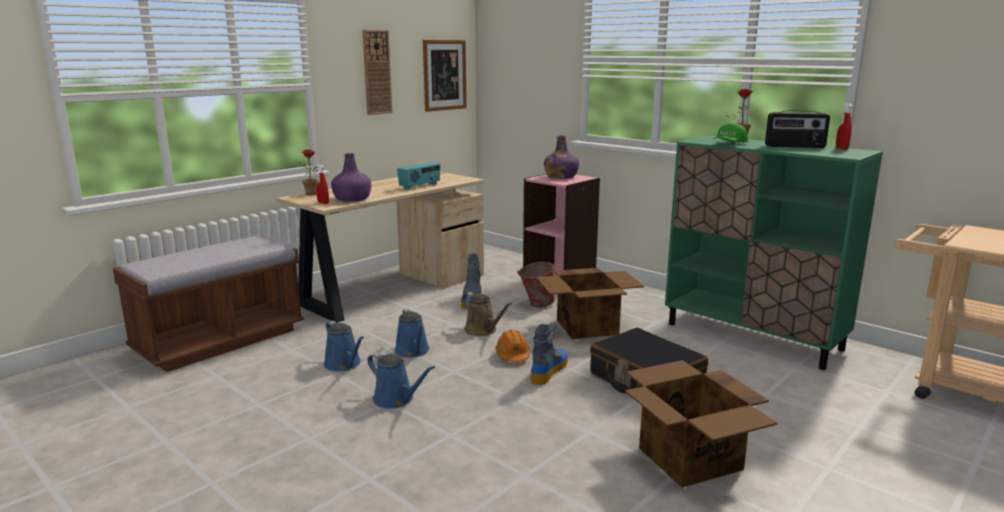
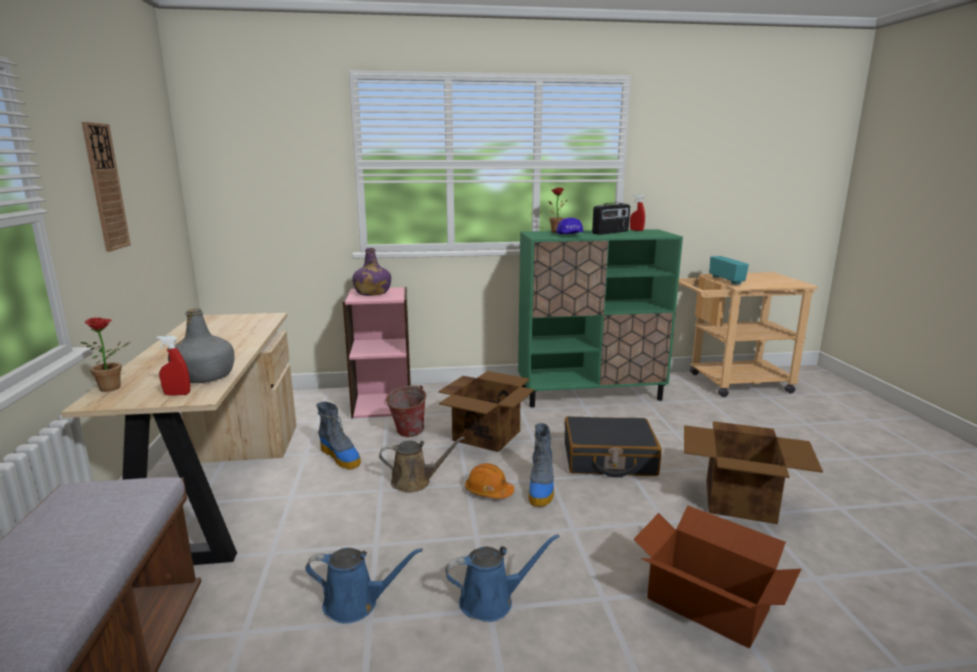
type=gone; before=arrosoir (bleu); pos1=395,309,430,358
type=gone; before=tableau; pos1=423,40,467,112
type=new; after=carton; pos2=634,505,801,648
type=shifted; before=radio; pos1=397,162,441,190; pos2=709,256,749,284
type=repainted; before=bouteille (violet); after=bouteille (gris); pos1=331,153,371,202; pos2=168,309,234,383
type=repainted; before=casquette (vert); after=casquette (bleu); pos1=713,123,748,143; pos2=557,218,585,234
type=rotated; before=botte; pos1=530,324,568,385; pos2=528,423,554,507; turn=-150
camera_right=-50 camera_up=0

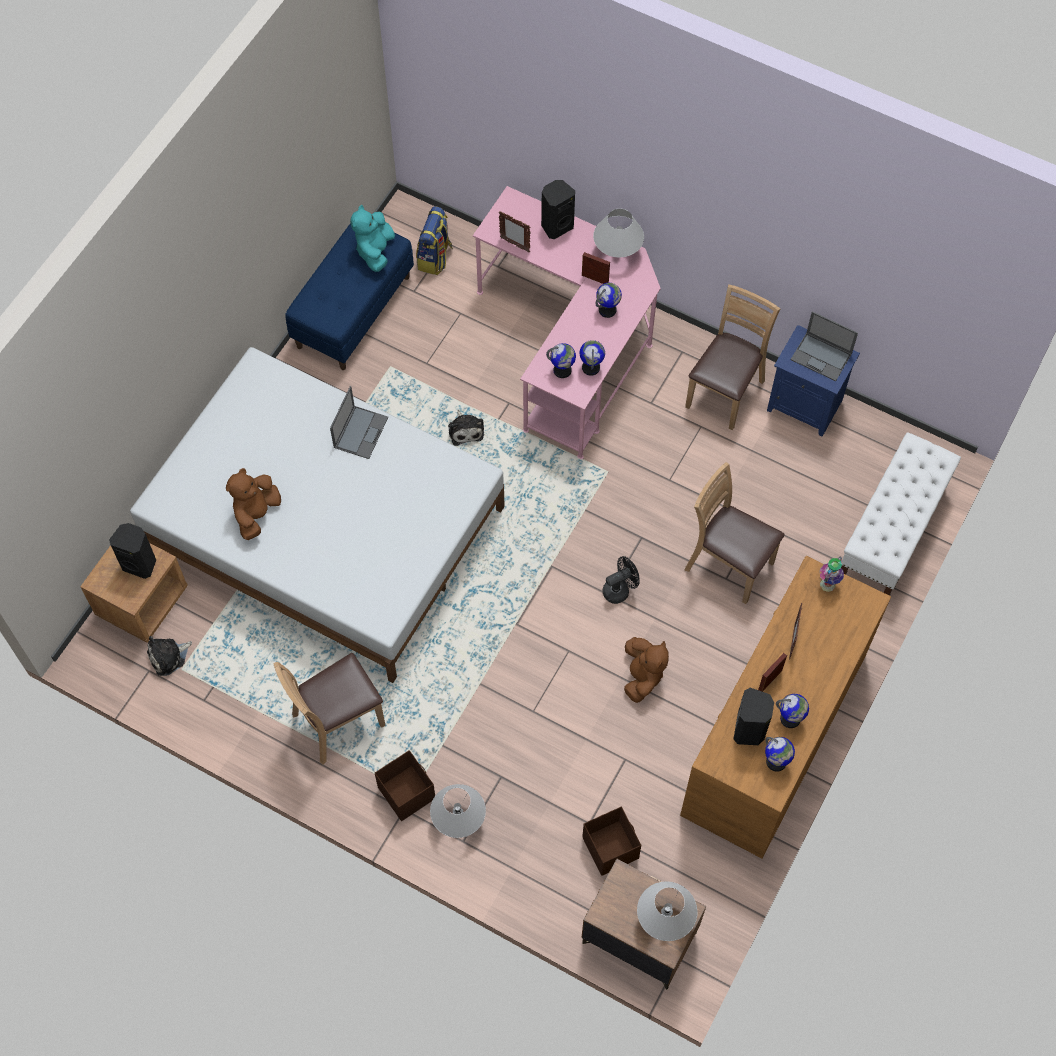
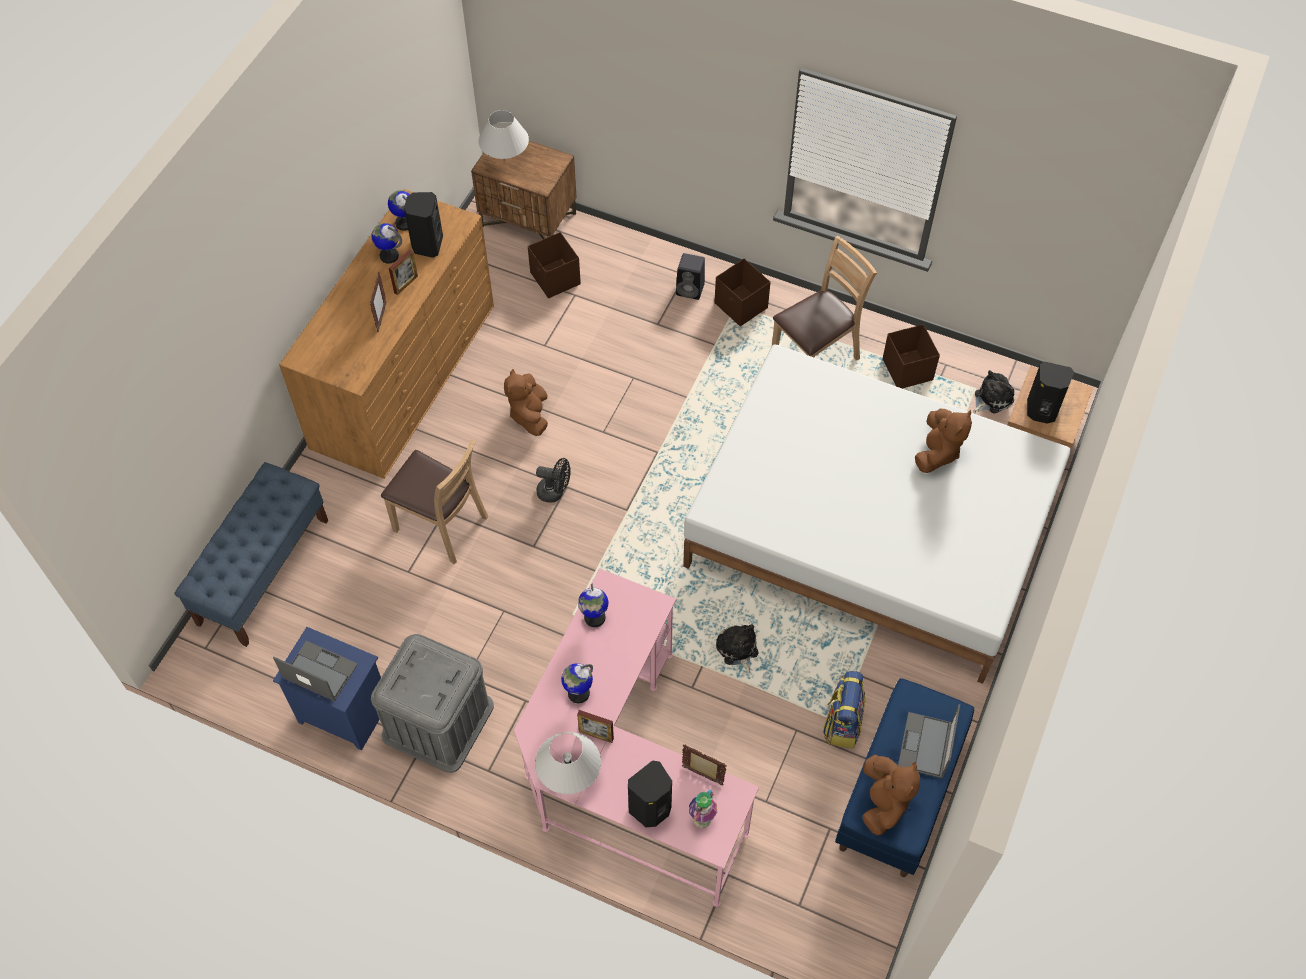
type=gone; before=globe; pos1=546,343,576,378
type=new; after=boîte de rangement (marron); pos2=883,324,940,389
type=shifted; before=ordinateur portable; pos1=330,386,388,459; pos2=898,704,960,778
type=shifted; before=sac à dos; pos1=416,206,453,275; pos2=823,671,865,748
type=shifted; before=vase; pos1=820,557,844,592; pos2=689,790,717,828
type=swapped; before=lampe de table (blanc); after=enceinte (noir); pos1=430,784,486,838; pos2=676,253,705,300
type=swapped; before=chaise (marron); after=boîte de rangement (gris); pos1=685,284,780,430; pos2=371,634,494,773
type=repainted; before=peluche (turquoise); after=peluche (marron); pos1=350,205,395,272; pos2=863,755,920,835
type=repainted; before=banc (blanc); after=banc (bleu); pos1=841,432,961,596; pos2=174,462,328,647
type=rotated; before=ventilateur (noir); pos1=603,556,640,604; pos2=536,458,571,503; turn=-135
camera_right=175 camera_up=-5

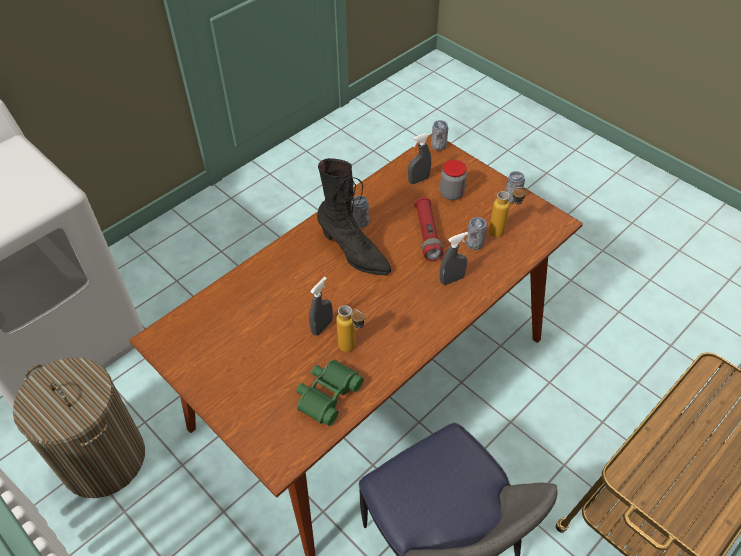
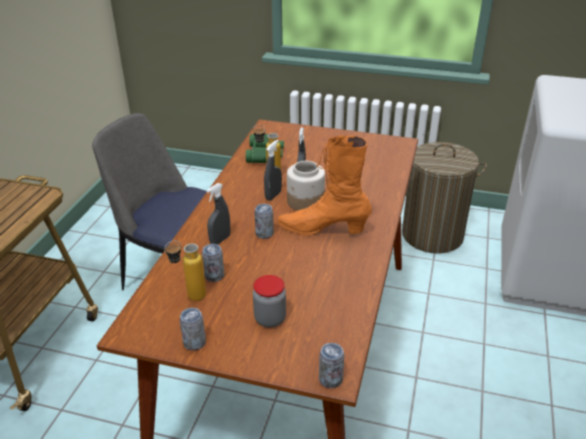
type=gone; before=lampe de poche (rouge); pos1=414,197,443,261
type=new; after=bocal; pos2=287,161,325,211
type=shifted; before=boîte métallique; pos1=351,196,369,228; pos2=255,204,274,239
type=shifted; before=vaporisateur (gris); pos1=408,133,431,184; pos2=264,140,282,201
type=repainted; before=botte (noir); after=botte (orange); pos1=317,158,391,276; pos2=277,135,372,235
camera_right=150 camera_up=-15

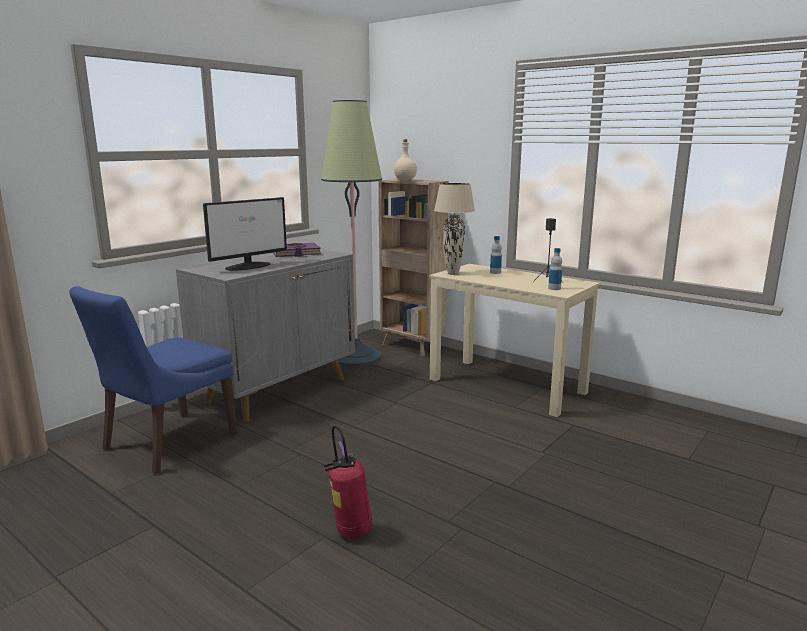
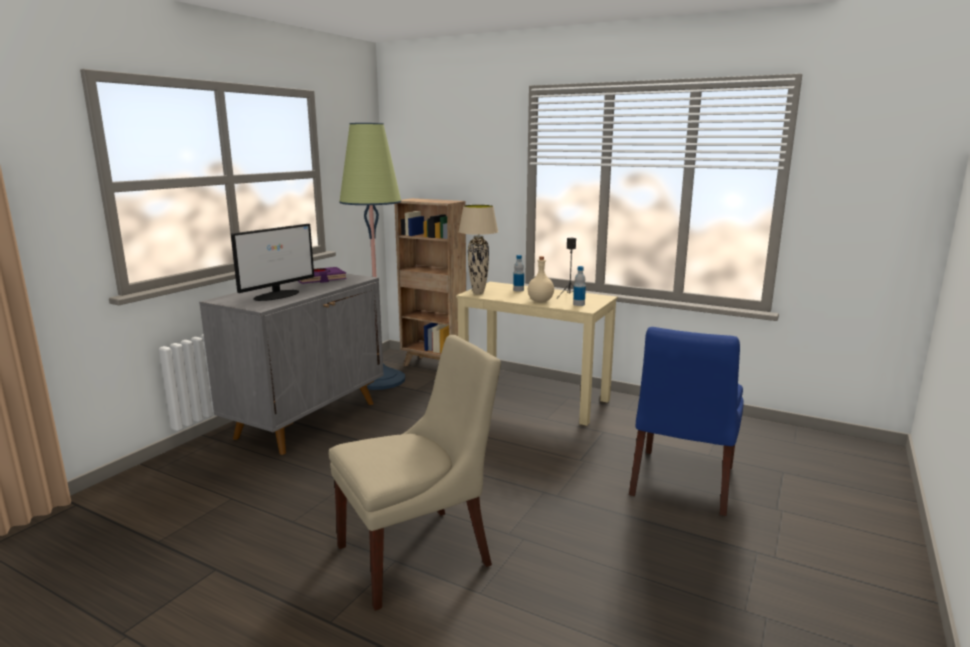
type=shifted; before=chaise (bleu); pos1=69,286,238,474; pos2=629,327,743,516
type=shifted; before=bouteille (beige); pos1=394,139,417,180; pos2=528,256,554,302
type=swapped; before=extincteur; after=chaise (beige); pos1=323,425,373,539; pos2=329,335,501,611
camera_right=-10 camera_up=0

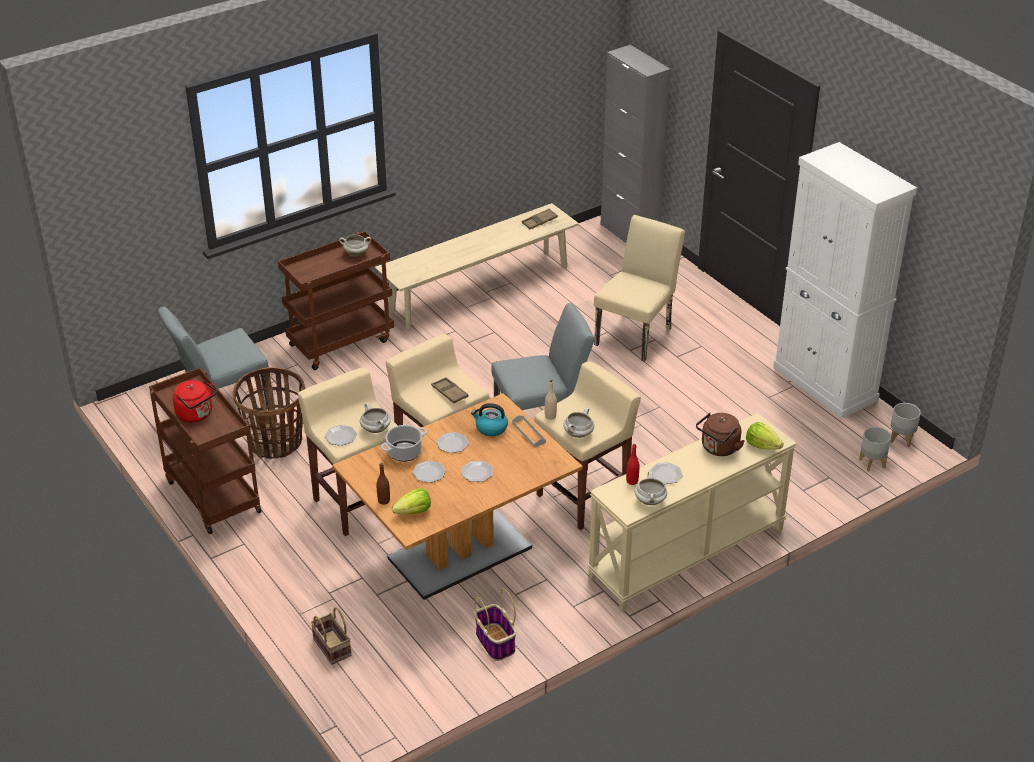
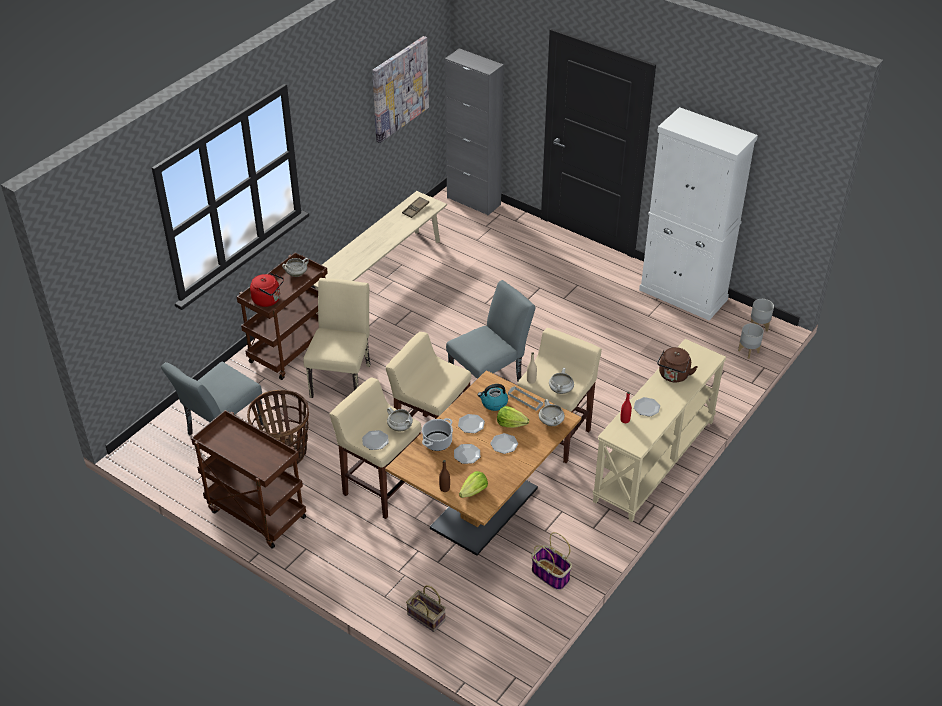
type=gone; before=plateau (marron); pos1=431,377,469,403
type=new; after=tableau; pos2=372,36,429,143
type=shifted; before=bouilloire (rouge); pos1=173,380,217,422; pos2=250,272,284,307
type=shifted; before=chaise (beige); pos1=594,215,685,362; pos2=303,278,370,398
type=shifted; before=marmite (blanc); pos1=634,471,667,505; pos2=539,399,565,426
type=shifted; before=laitue; pos1=746,422,784,450; pos2=497,406,529,428
camera_right=-20 camera_up=5

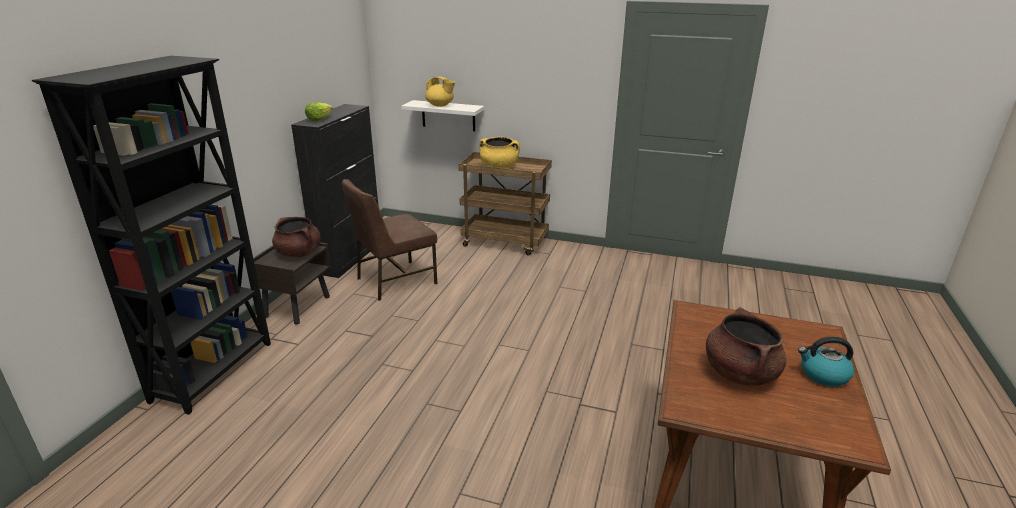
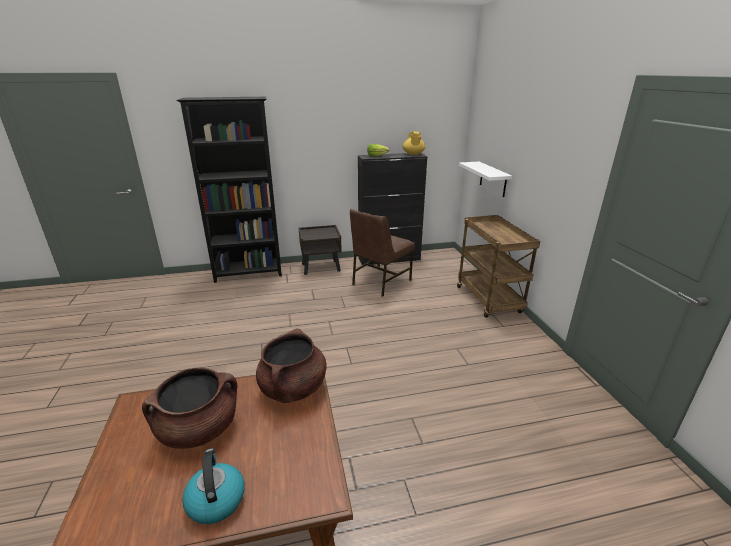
type=gone; before=marmite (jaune); pos1=479,137,520,168
type=shifted; before=marmite (marron); pos1=272,217,321,257; pos2=256,328,326,403
type=shifted; before=théière (jaune); pos1=425,77,455,107; pos2=403,131,425,155
type=rotated; before=chaise (marron); pos1=342,179,438,301; pos2=350,209,415,297; turn=-75
camera_right=60 camera_up=0

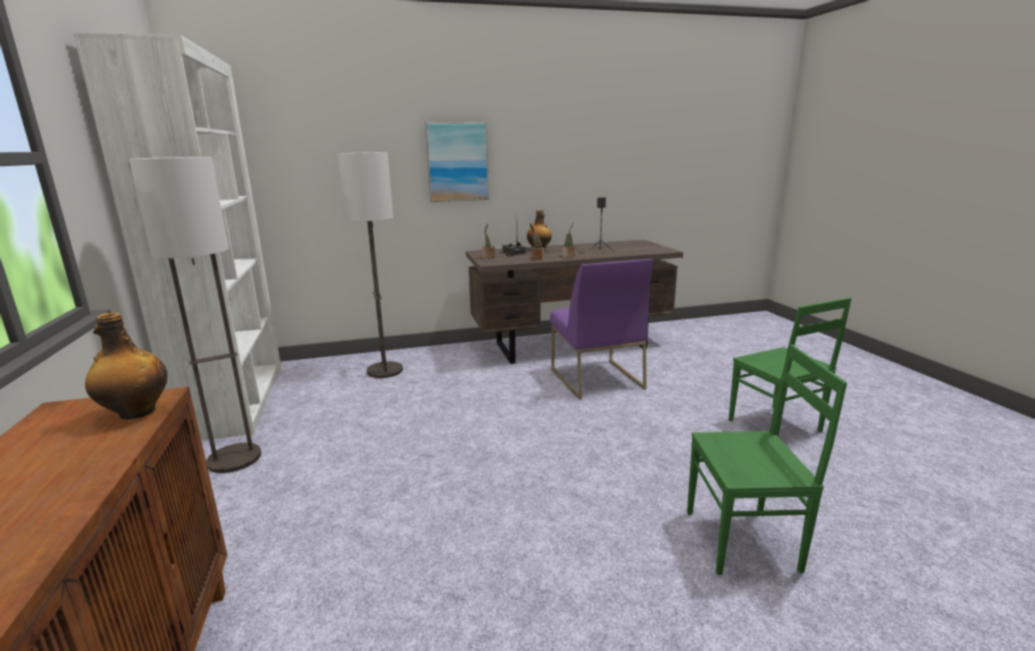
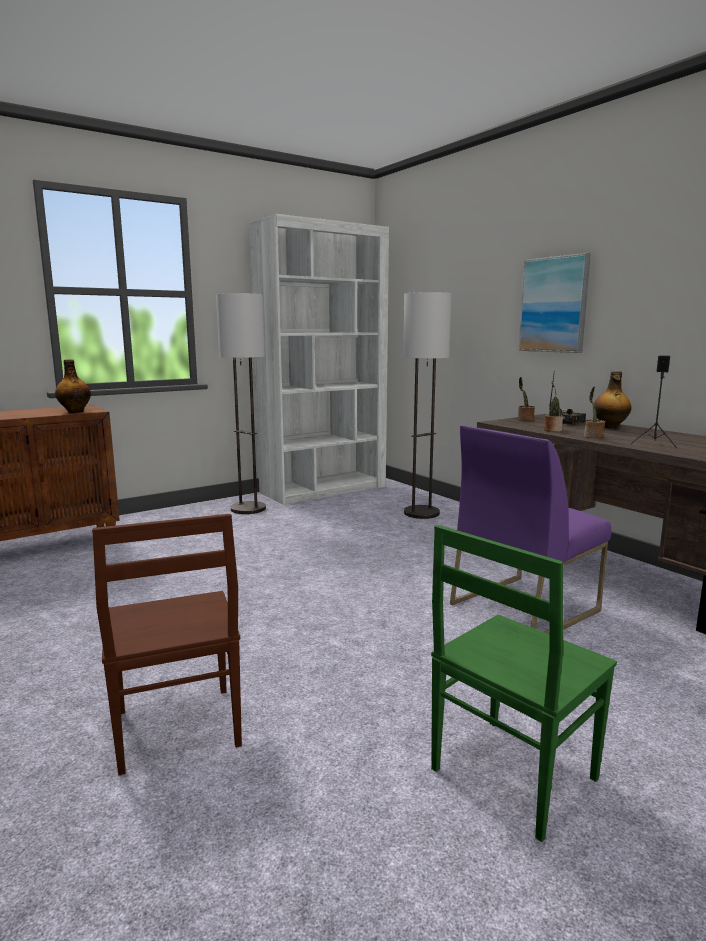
type=repainted; before=chaise (vert); after=chaise (marron); pos1=687,344,847,575; pos2=92,514,242,775
camera_right=70 camera_up=-5

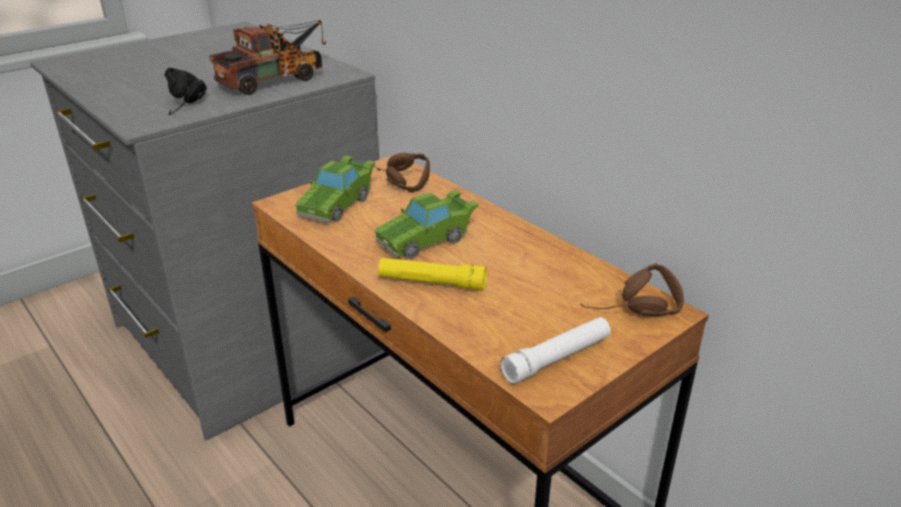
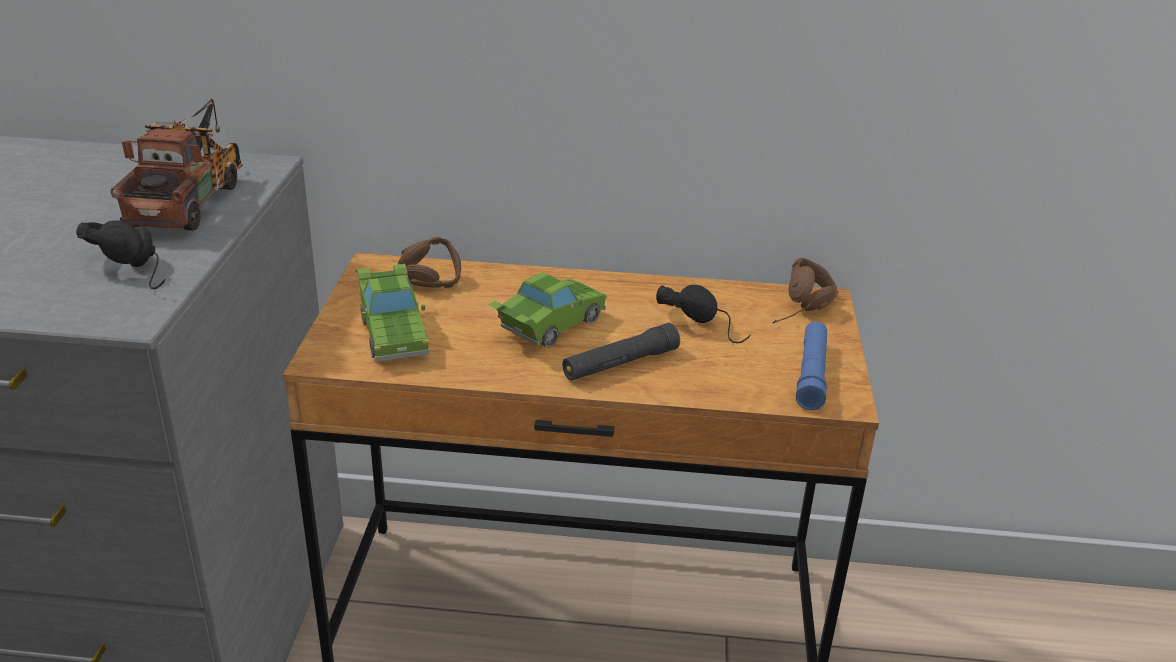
type=new; after=casque audio (noir); pos2=656,285,751,343
type=repainted; before=lampe de poche (jaune); after=lampe de poche (noir); pos1=378,258,487,291; pos2=562,323,680,381
type=repainted; before=lampe de poche (blanc); after=lampe de poche (bleu); pos1=500,317,611,384; pos2=796,322,827,410
type=rotated; before=petite voiture (vert); pos1=374,190,479,259; pos2=488,272,608,348; turn=-150
camera_right=-45 camera_up=0

